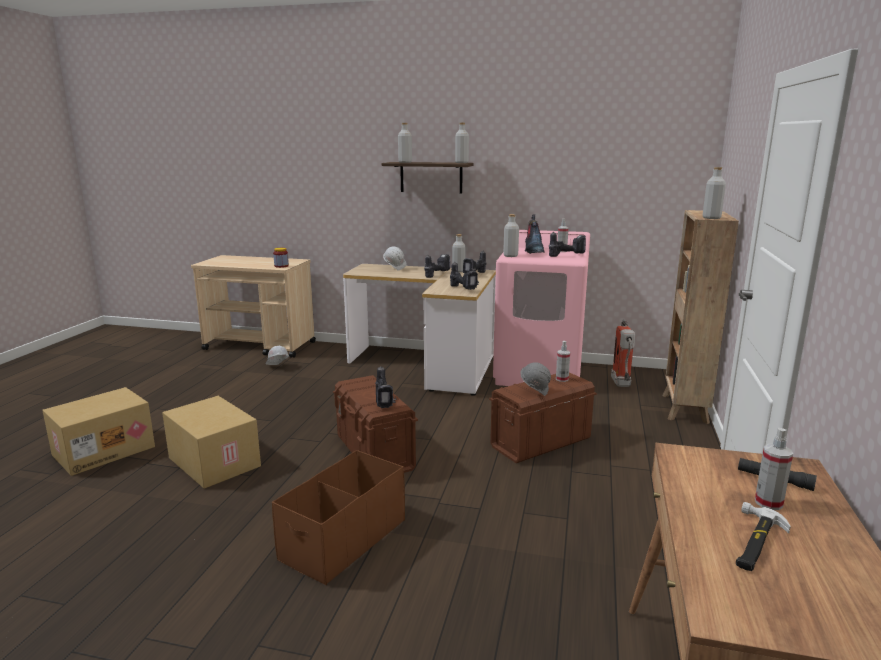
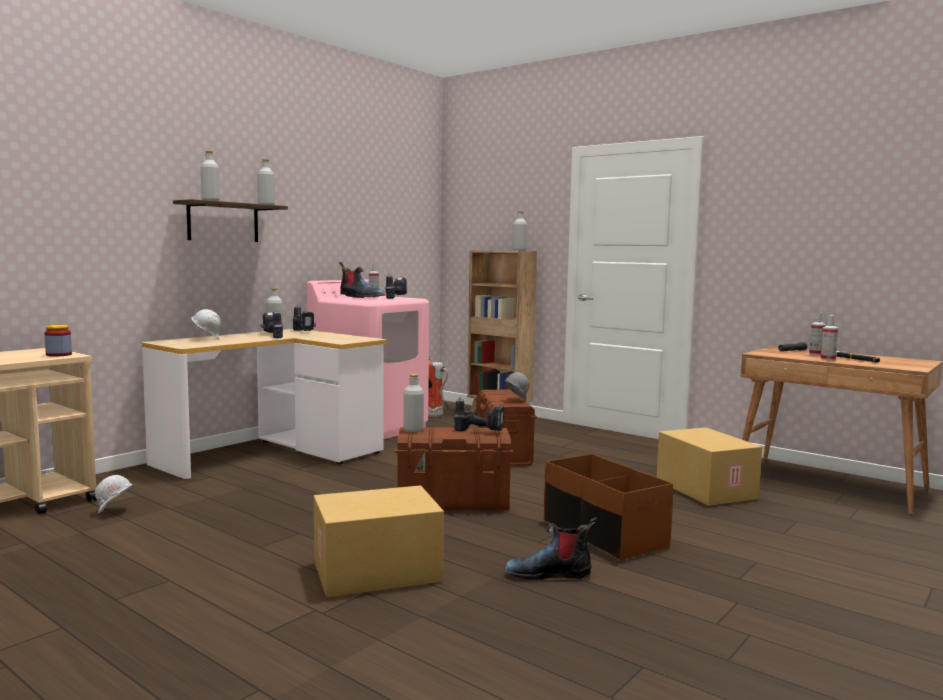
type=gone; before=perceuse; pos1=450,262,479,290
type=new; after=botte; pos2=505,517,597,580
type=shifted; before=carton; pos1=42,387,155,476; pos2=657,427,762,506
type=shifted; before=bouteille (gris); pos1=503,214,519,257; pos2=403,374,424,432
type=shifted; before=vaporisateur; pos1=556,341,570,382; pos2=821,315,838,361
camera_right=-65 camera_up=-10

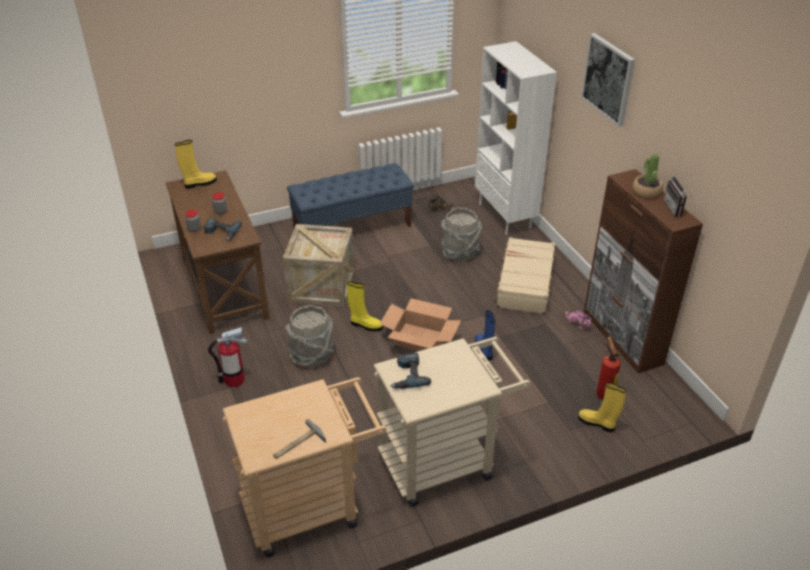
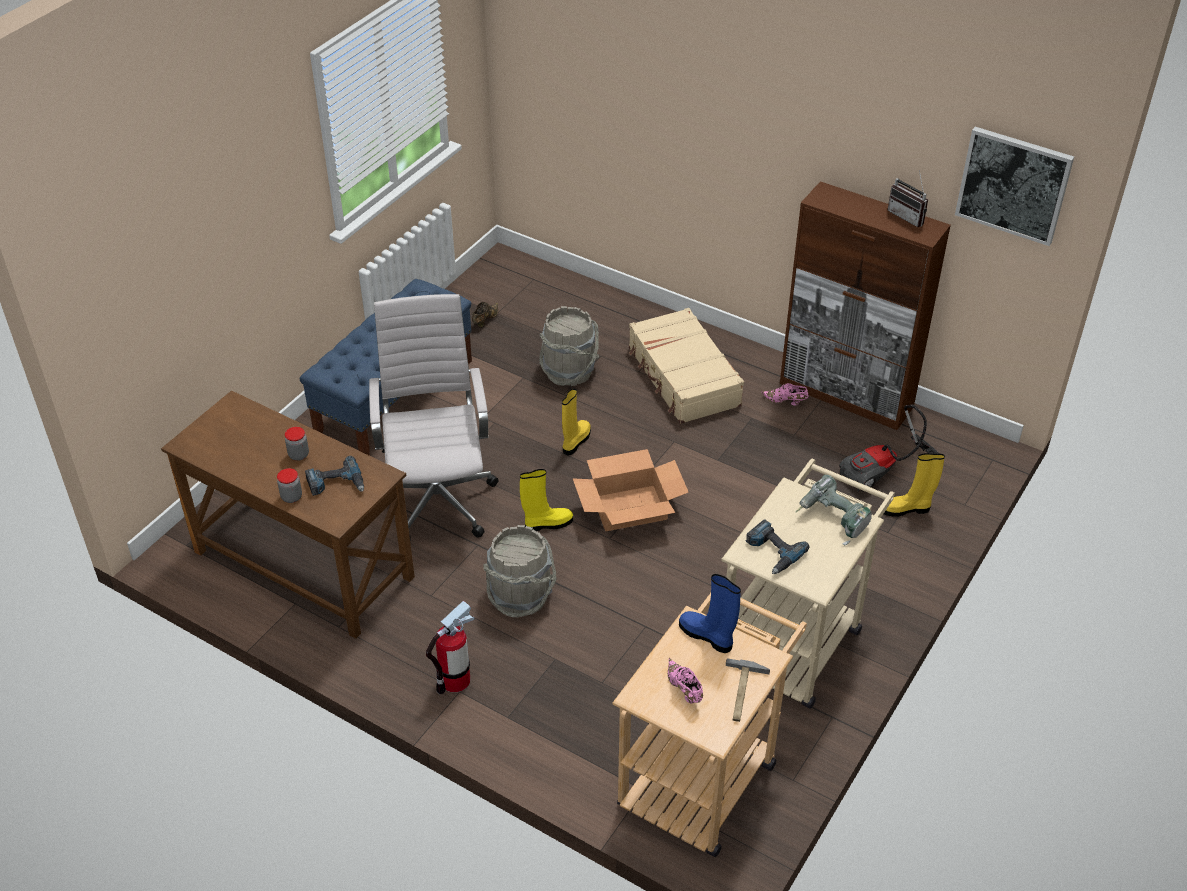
type=gone; before=bibliothèque (blanc); pos1=475,41,557,235
type=gone; before=plante en pot; pos1=633,153,663,198
type=new; after=chaussure (rose); pos2=668,658,703,703
type=new; after=perceuse; pos2=796,475,872,545
type=shifted; before=botte (jaune); pos1=175,140,217,189; pos2=562,389,591,455
type=shifted; before=botte (bleu); pos1=475,310,495,361; pos2=679,574,741,653
type=shifted; before=tableau; pos1=581,33,635,127; pos2=955,127,1074,246
type=swapped; before=caisse; after=chaise de bureau (blanc); pos1=283,224,354,306; pos2=369,294,498,538
type=swapped; before=extincteur; after=aspirateur; pos1=596,336,621,400; pos2=839,404,940,492
camera_right=-35 camera_up=5

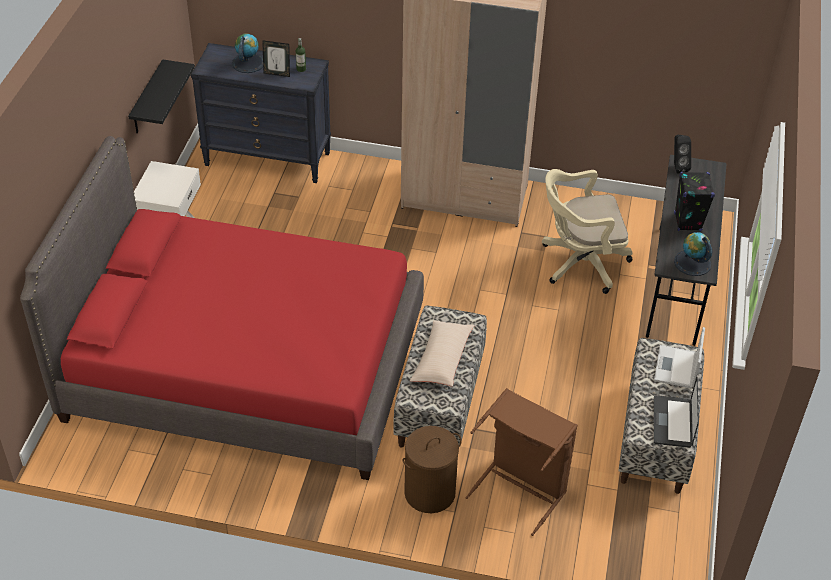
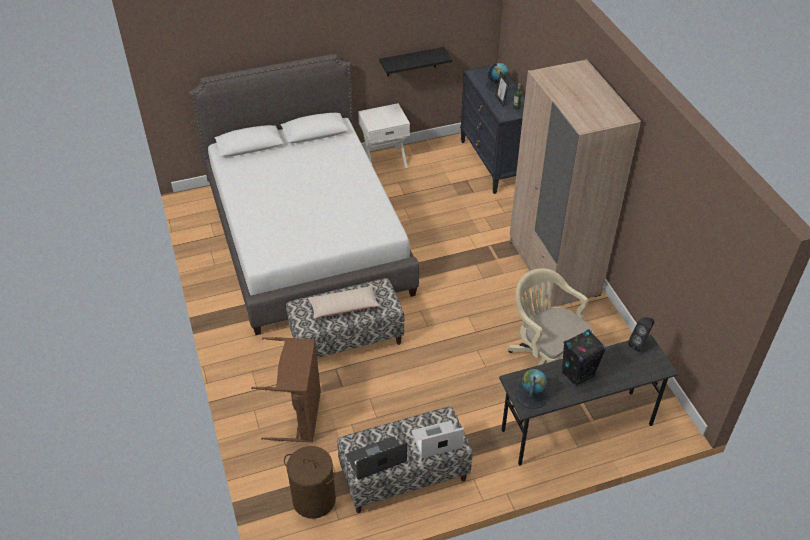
type=shifted; before=panier à linge (marron); pos1=402,426,462,513; pos2=284,446,336,519
type=repainted; before=lit (rouge); after=lit (blanc); pos1=20,136,424,480; pos2=189,54,419,335
camera_right=60 camera_up=0

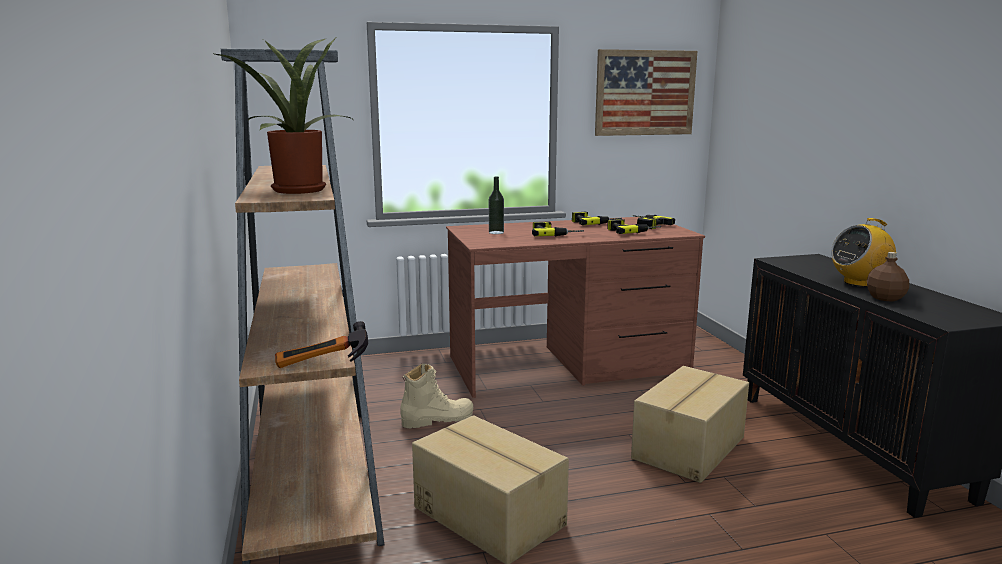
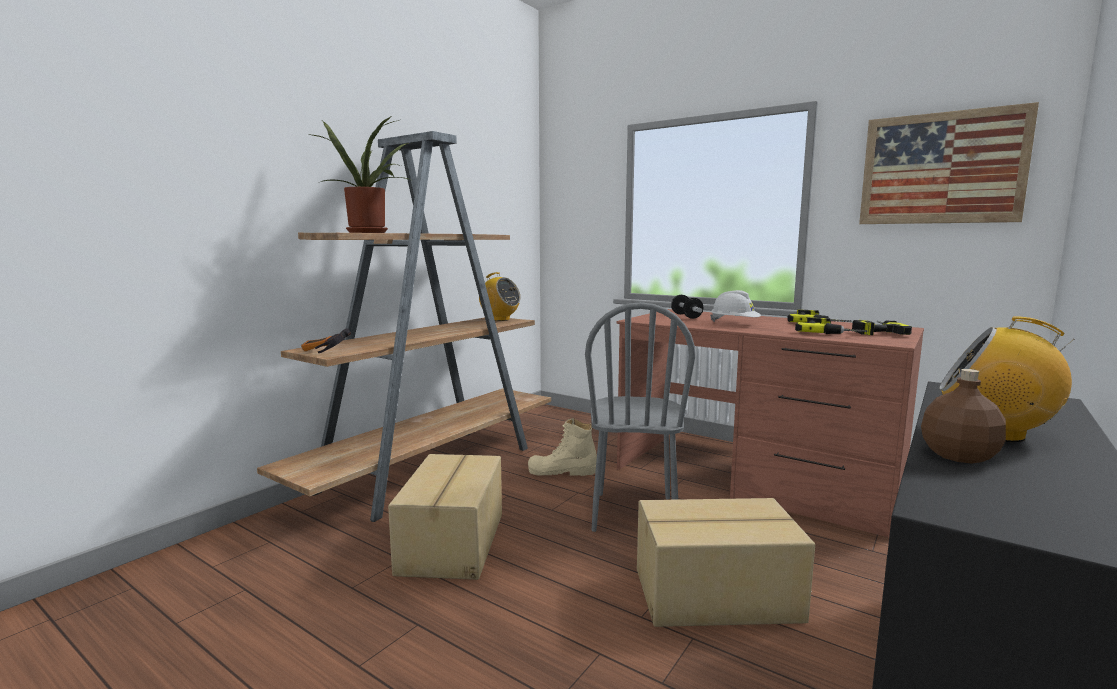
type=new; after=radio; pos2=479,272,521,321
type=new; after=chaise (gris); pos2=585,302,695,532
type=swapped; before=bouteille; after=haltère; pos1=489,177,504,234; pos2=671,295,703,319
type=swapped; before=perceuse; after=casque de chantier (blanc); pos1=532,221,584,236; pos2=710,290,761,322
type=rotated; before=botte (beige); pos1=400,364,473,428; pos2=528,418,597,476; turn=150
camera_right=50 camera_up=-5

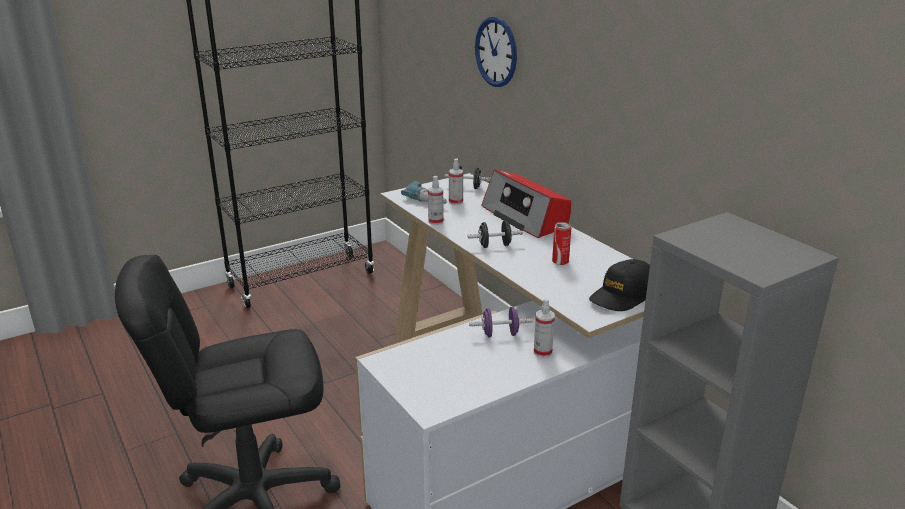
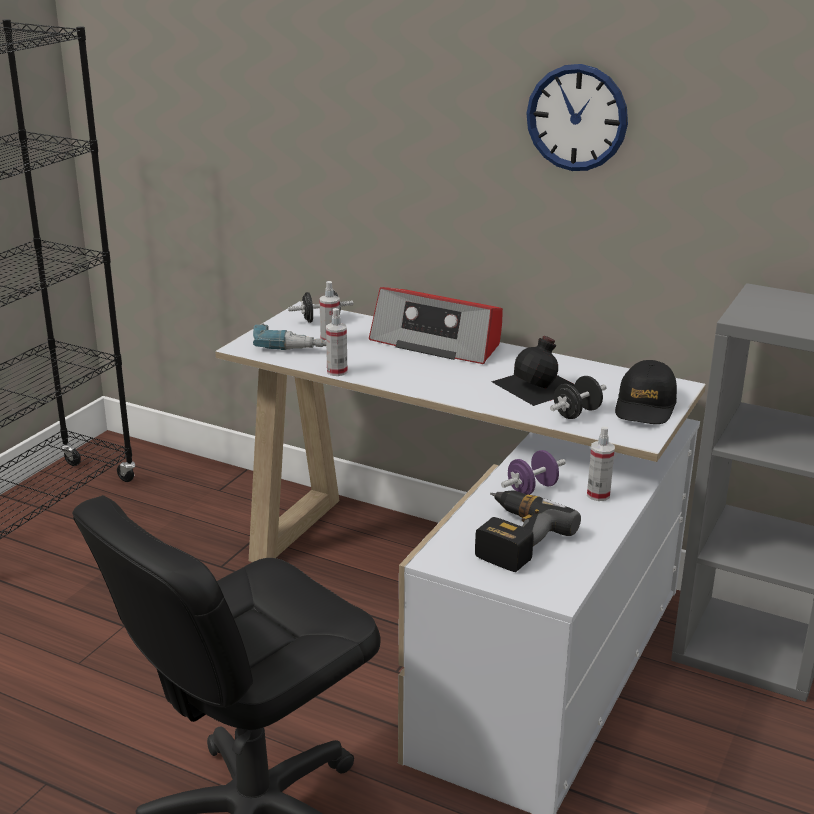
type=new; after=perceuse; pos2=475,490,581,572
type=shifted; before=haltère (noir); pos1=468,221,523,248; pos2=550,376,607,419
type=shifted; before=horloge murale; pos1=475,17,517,87; pos2=526,64,628,171
type=swapped; before=boîte métallique; after=bouteille (noir); pos1=552,222,571,265; pos2=492,336,575,406
camera_right=-30 camera_up=0

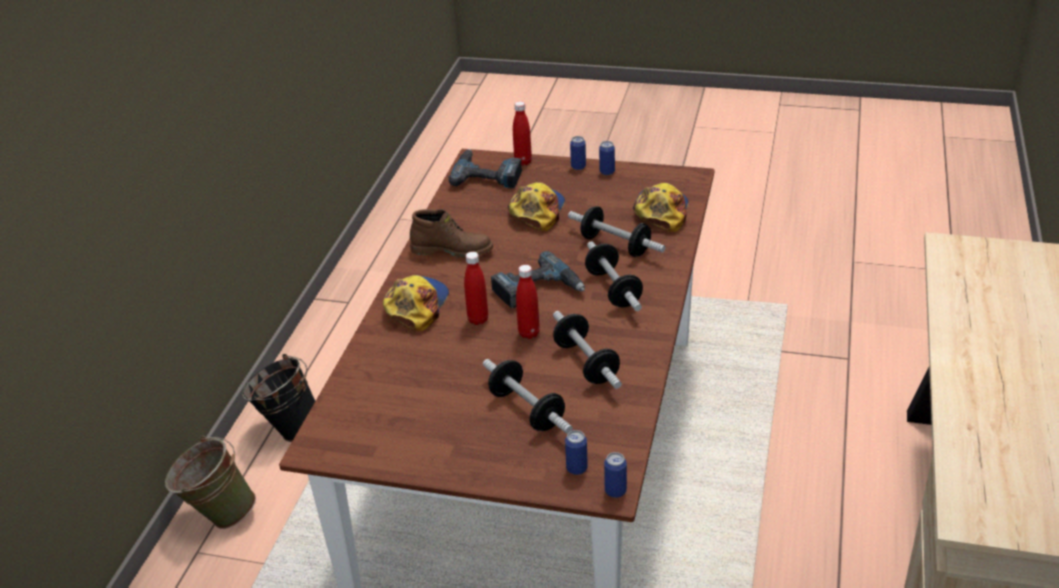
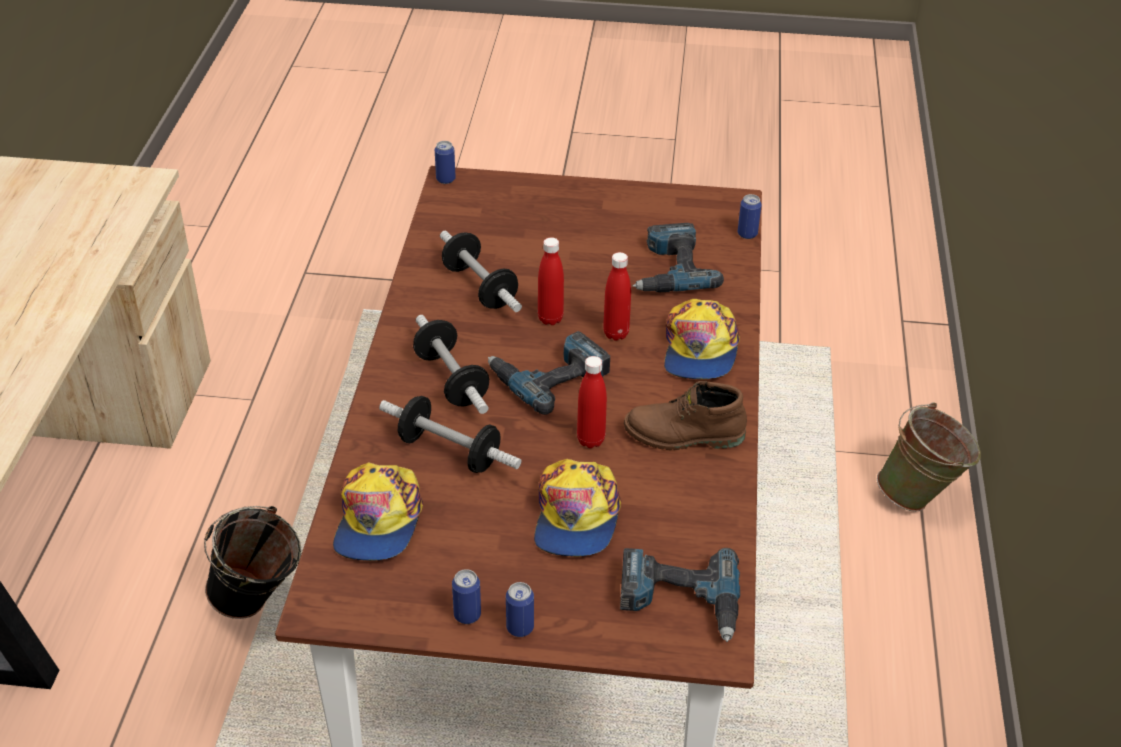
type=gone; before=haltère; pos1=483,359,573,434
type=new; after=perceuse; pos2=632,223,724,292
type=shifted; before=seau (noir); pos1=242,354,315,442; pos2=204,506,301,619
type=shifted; before=bouteille (rouge); pos1=513,101,532,166; pos2=577,356,607,448
type=shifted; before=boîte métallique; pos1=565,430,588,475; pos2=738,194,762,239
camera_right=170 camera_up=5

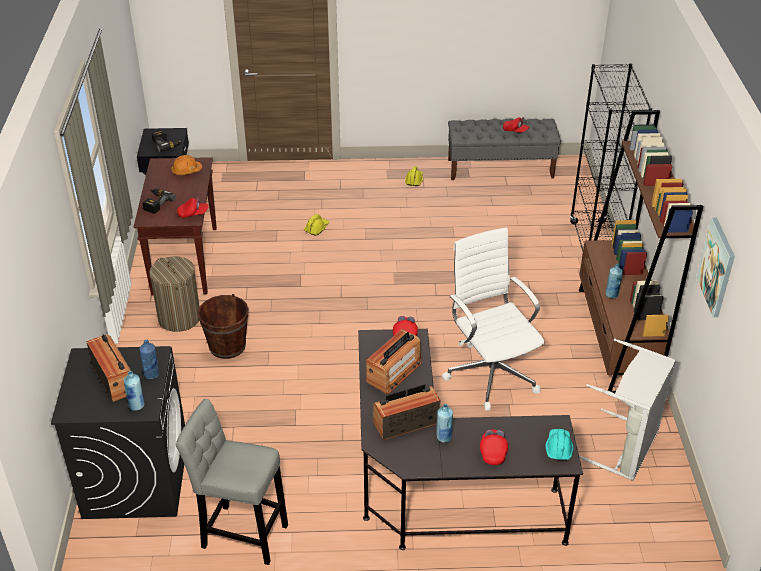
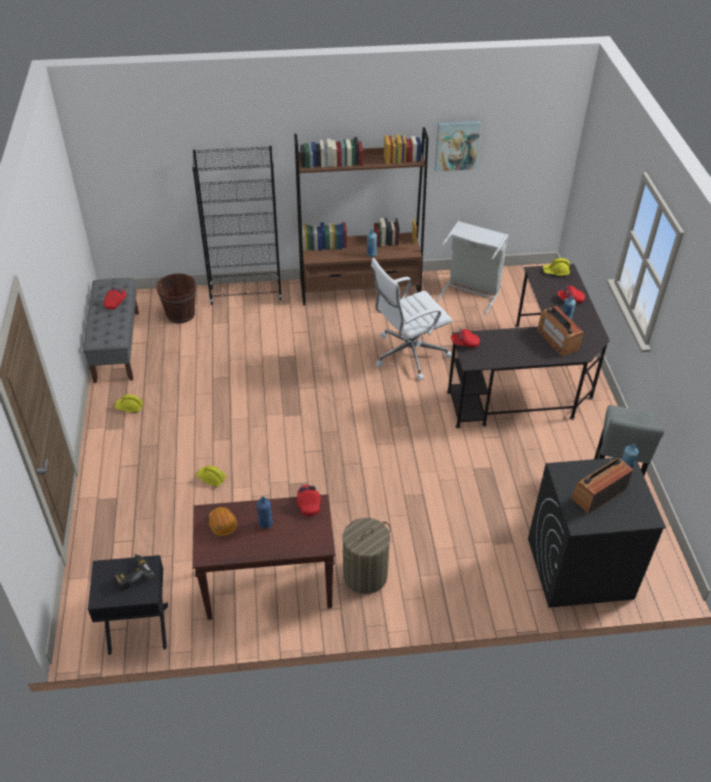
type=gone; before=perceuse; pos1=143,189,176,214
type=gone; before=radio; pos1=366,329,422,394
type=shifted; before=bouteille (bleu); pos1=139,339,159,379; pos2=257,496,273,529
type=shifted; before=seau (marron); pos1=198,294,249,359; pos2=156,273,196,324
type=repainted; before=casque de chantier (turquoise); after=casque de chantier (jaune); pos1=545,429,574,460; pos2=542,258,570,277
camera_right=-95 camera_up=5

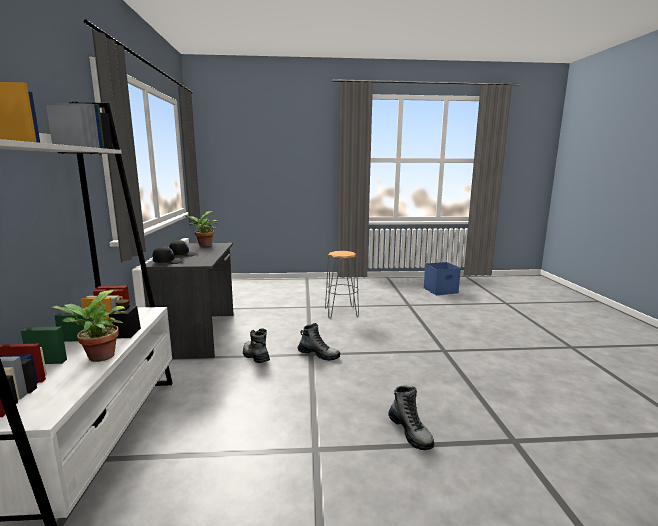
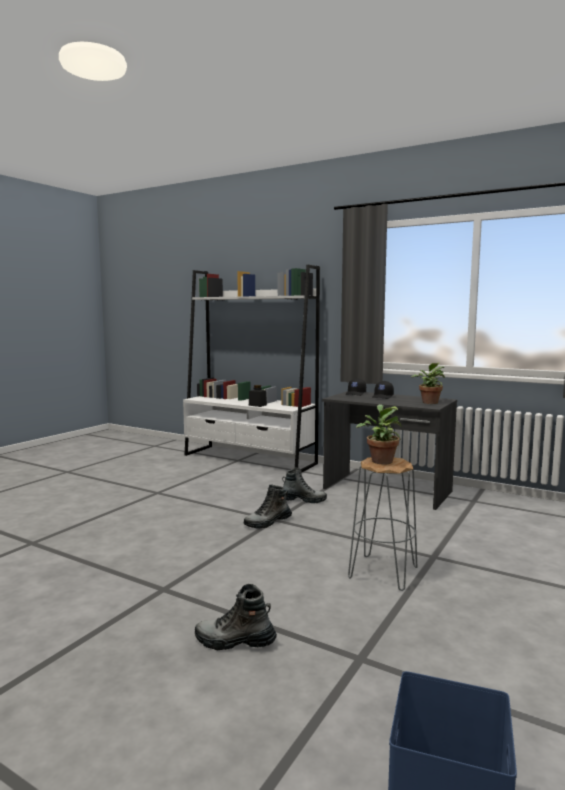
type=shifted; before=plante en pot; pos1=50,290,127,362; pos2=356,404,402,465
type=shifted; before=botte; pos1=388,385,434,450; pos2=195,584,277,650
camera_right=125 camera_up=-5

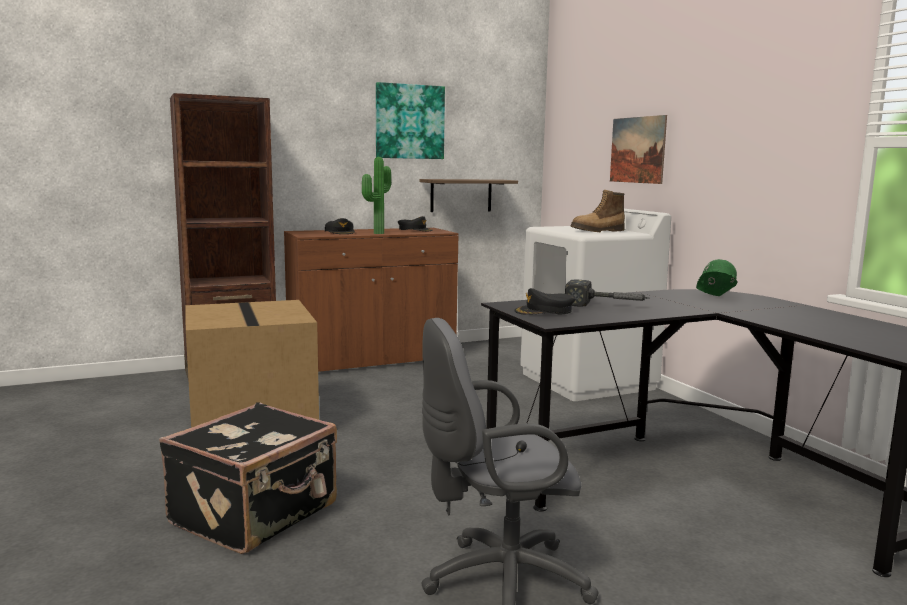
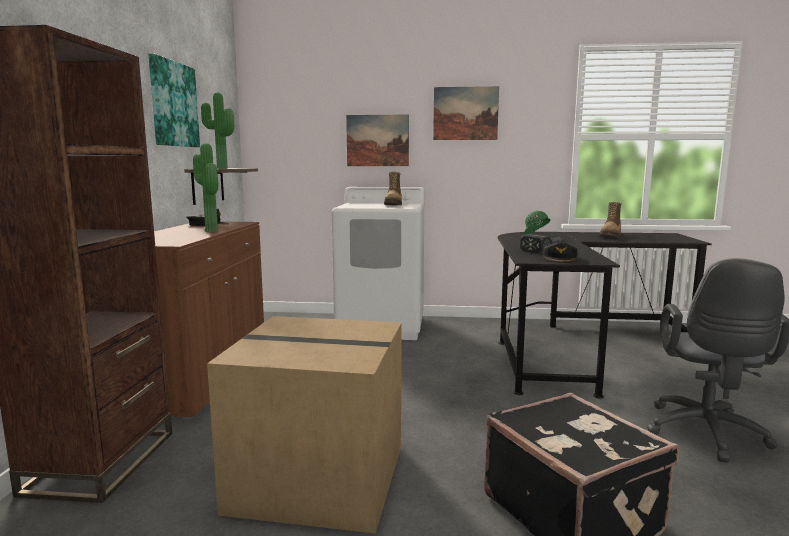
type=gone; before=casquette (noir); pos1=325,218,355,234
type=new; after=plante en pot; pos2=201,92,234,169
type=new; after=tableau; pos2=433,86,499,140
type=new; after=botte; pos2=599,202,622,237
camera_right=-60 camera_up=0

